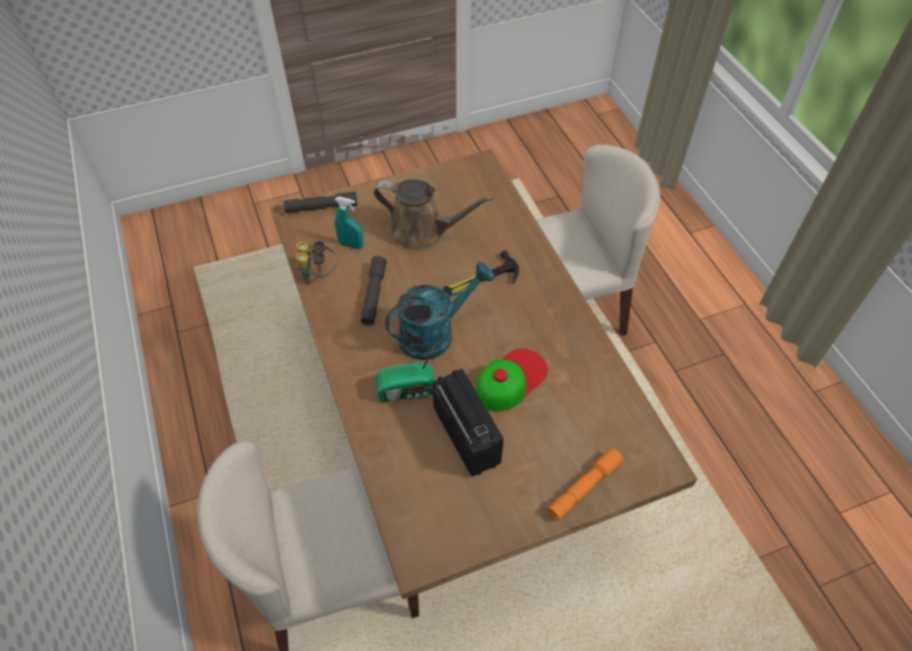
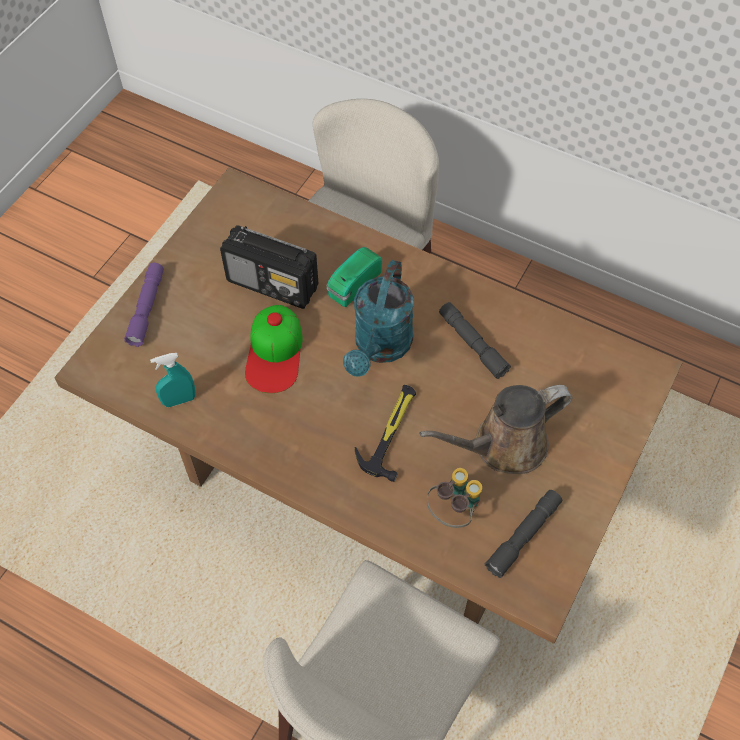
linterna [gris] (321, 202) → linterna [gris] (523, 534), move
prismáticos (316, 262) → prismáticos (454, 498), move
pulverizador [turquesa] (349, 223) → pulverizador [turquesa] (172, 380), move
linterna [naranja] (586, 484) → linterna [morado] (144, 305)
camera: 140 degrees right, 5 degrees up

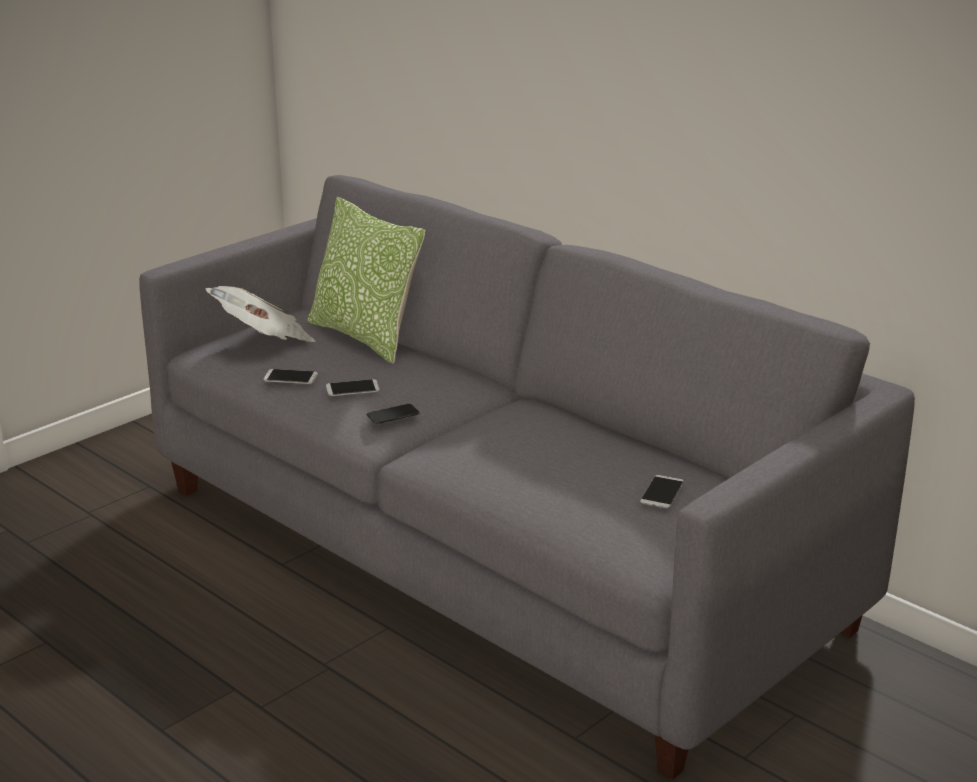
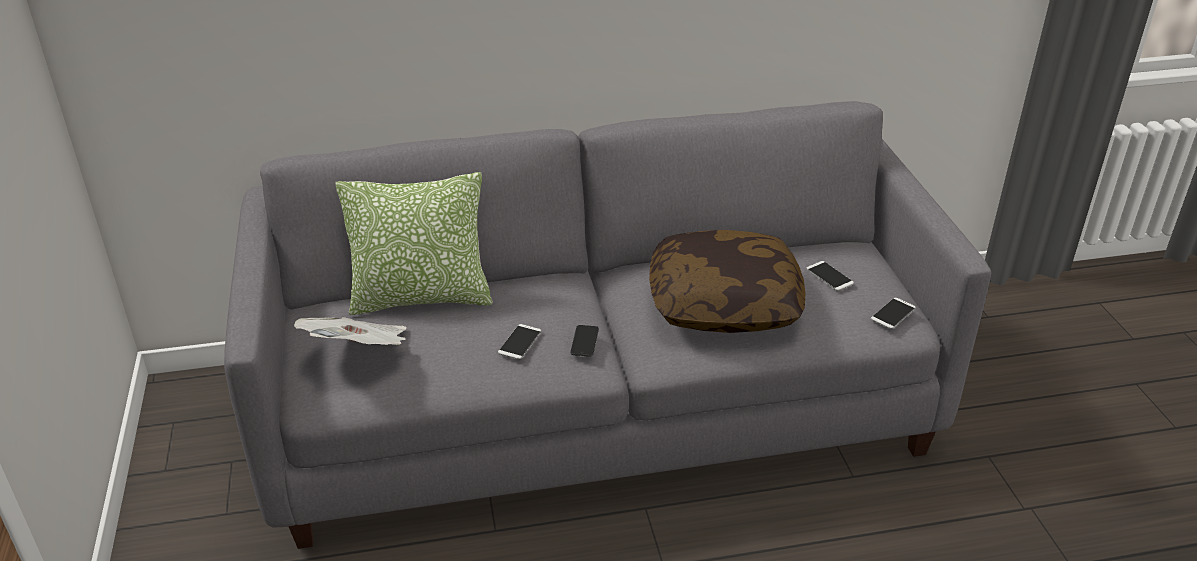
móvil (290, 376) → móvil (893, 313), move
- → cojín (727, 281)
camera: 55 degrees left, 10 degrees up

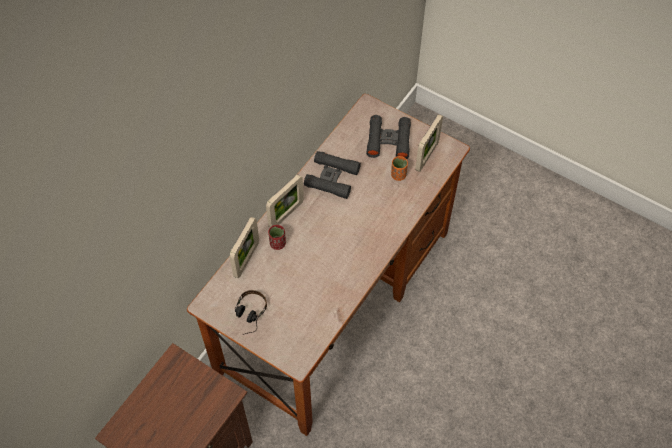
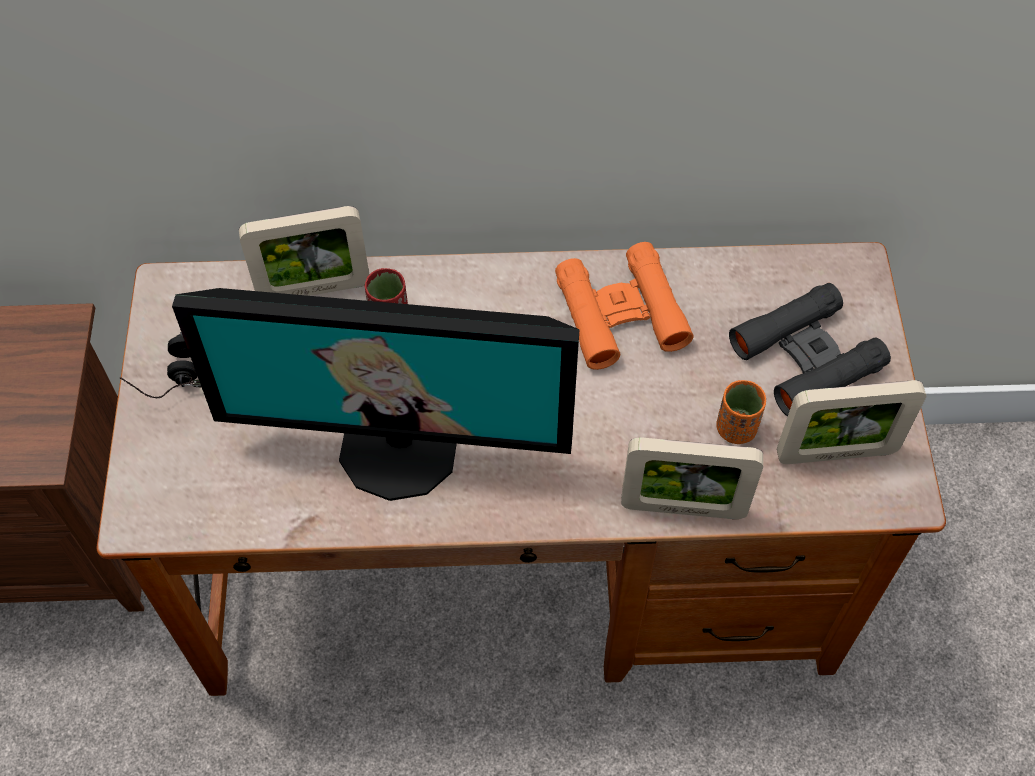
portarretratos (285, 200) → portarretratos (692, 478), move
prismáticos [negro] (332, 175) → prismáticos [naranja] (624, 306)
- → monitor (376, 394)
camera: 55 degrees right, 0 degrees up

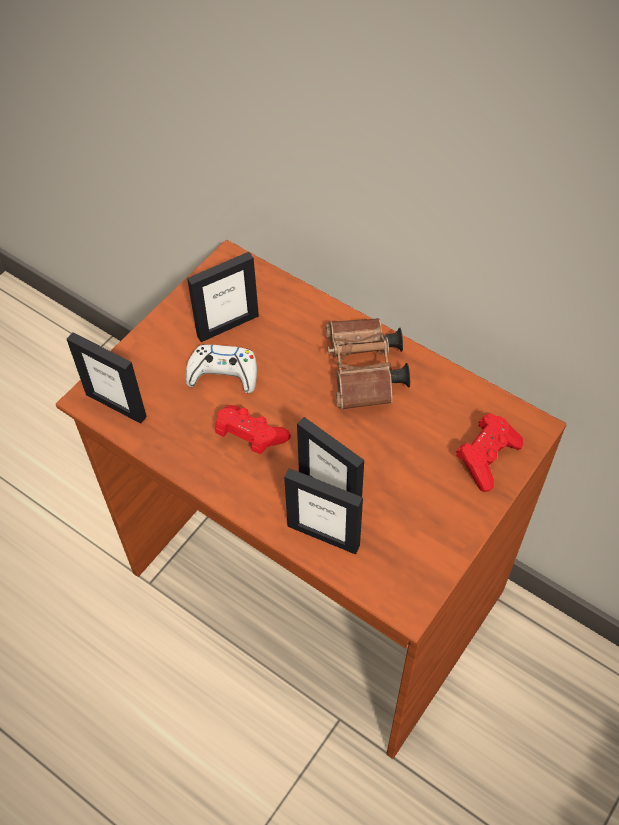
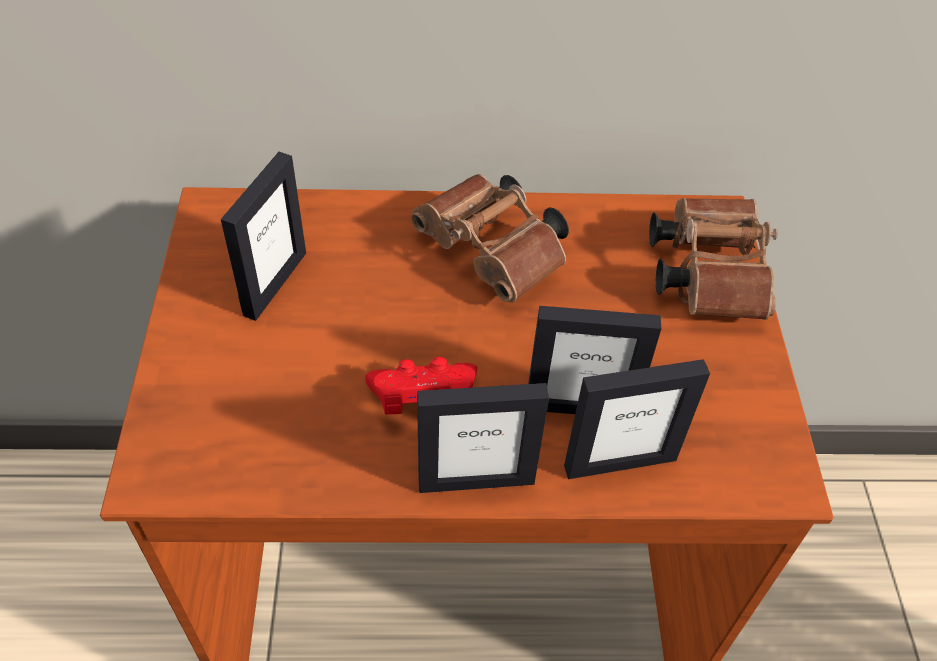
portarretratos (107, 378) → portarretratos (483, 438), move
mando de consola [blanco] (221, 368) → -
mando de consola [rojo] (489, 452) → prismáticos [marrón] (713, 259)
camera: 40 degrees left, 5 degrees down

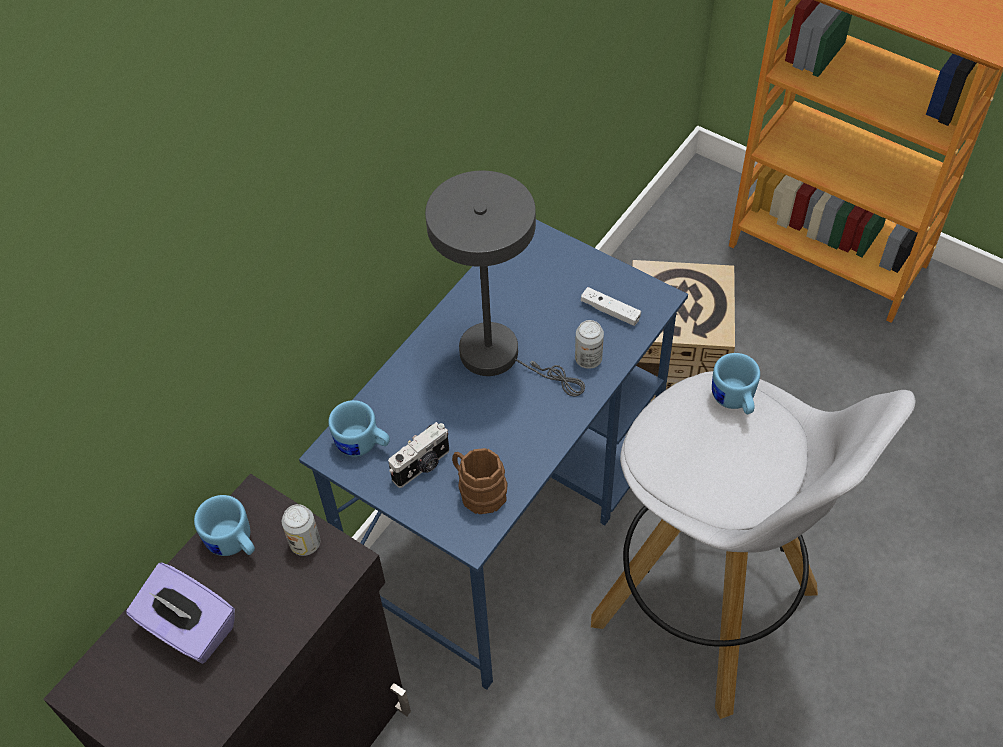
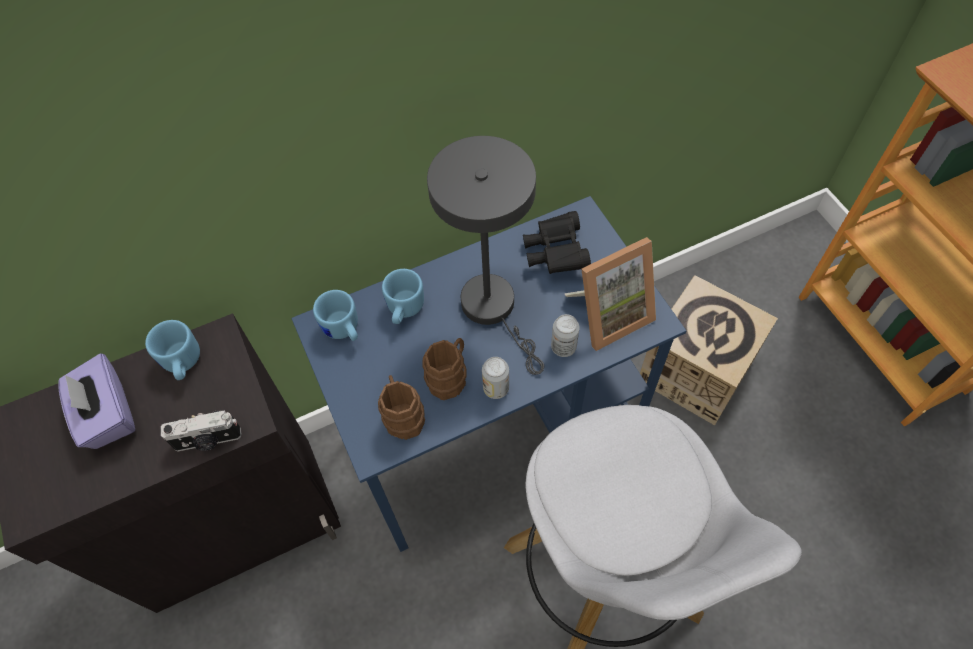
lata (301, 530) → lata (495, 378), move
cámara (418, 455) → cámara (201, 430), move
mando de consola [blanco] (611, 306) → portarretratos (610, 294)
taza grande [azul] (736, 383) → taza grande [azul] (403, 296), move
- → taza grande [marrón] (444, 369)
- → prismáticos [negro] (557, 242)
camera: 30 degrees right, 5 degrees up

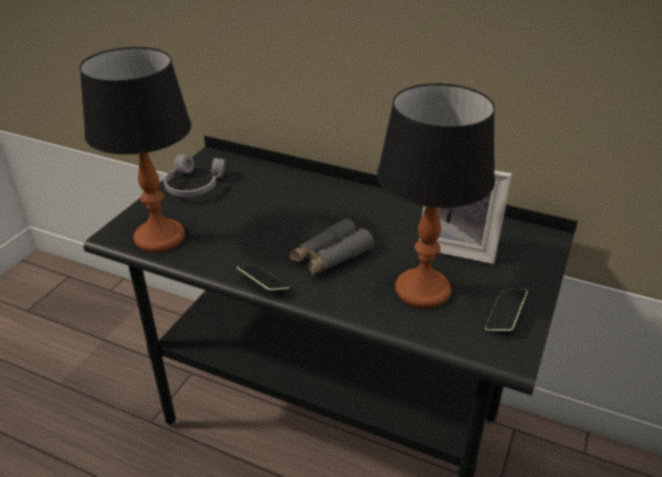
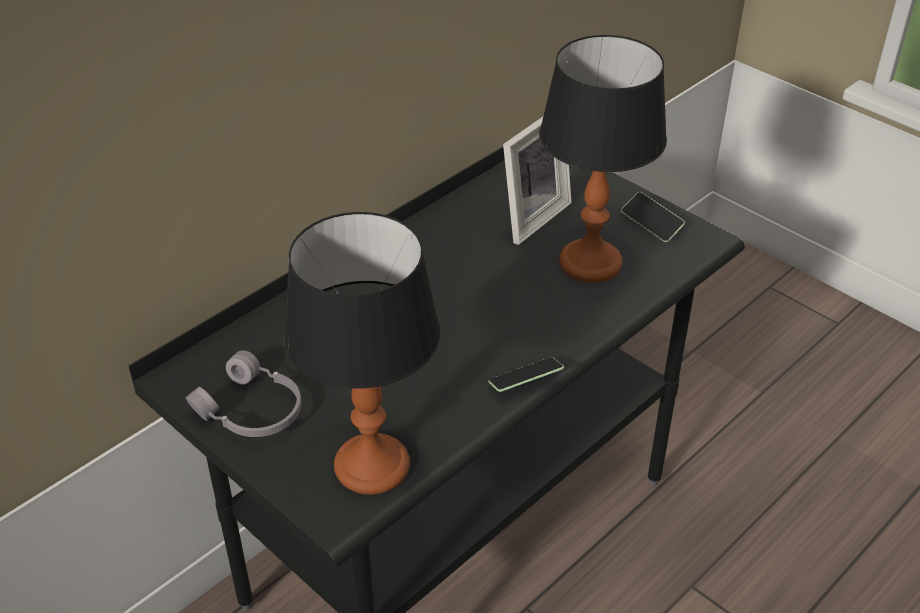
prismáticos [gris] (331, 247) → -
camera: 70 degrees left, 5 degrees up

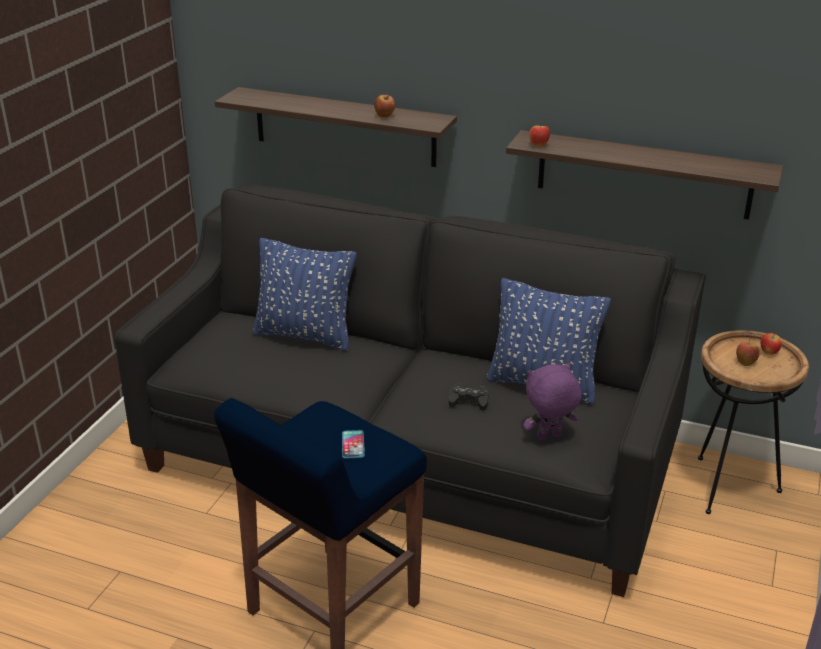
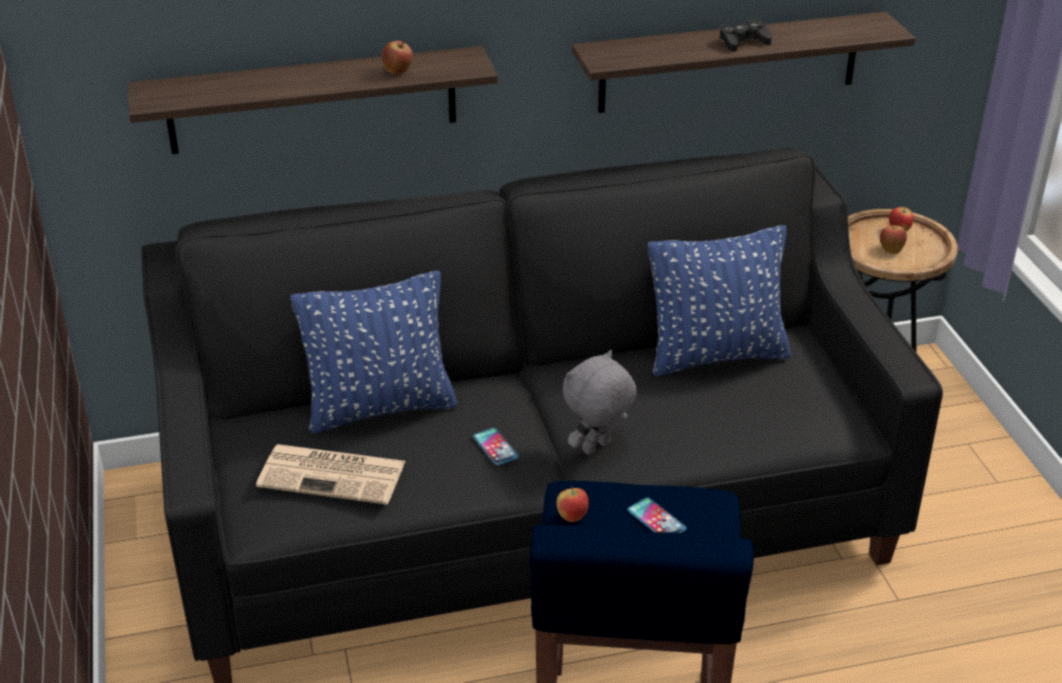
mando de consola [negro] (469, 397) → mando de consola [negro] (746, 36), move
peluche [morado] (552, 401) → -
manzana (539, 134) → manzana (572, 504), move
- → periódico (330, 474)
- → móvil (495, 446)
- → peluche [gris] (600, 402)
camera: 35 degrees left, 5 degrees up

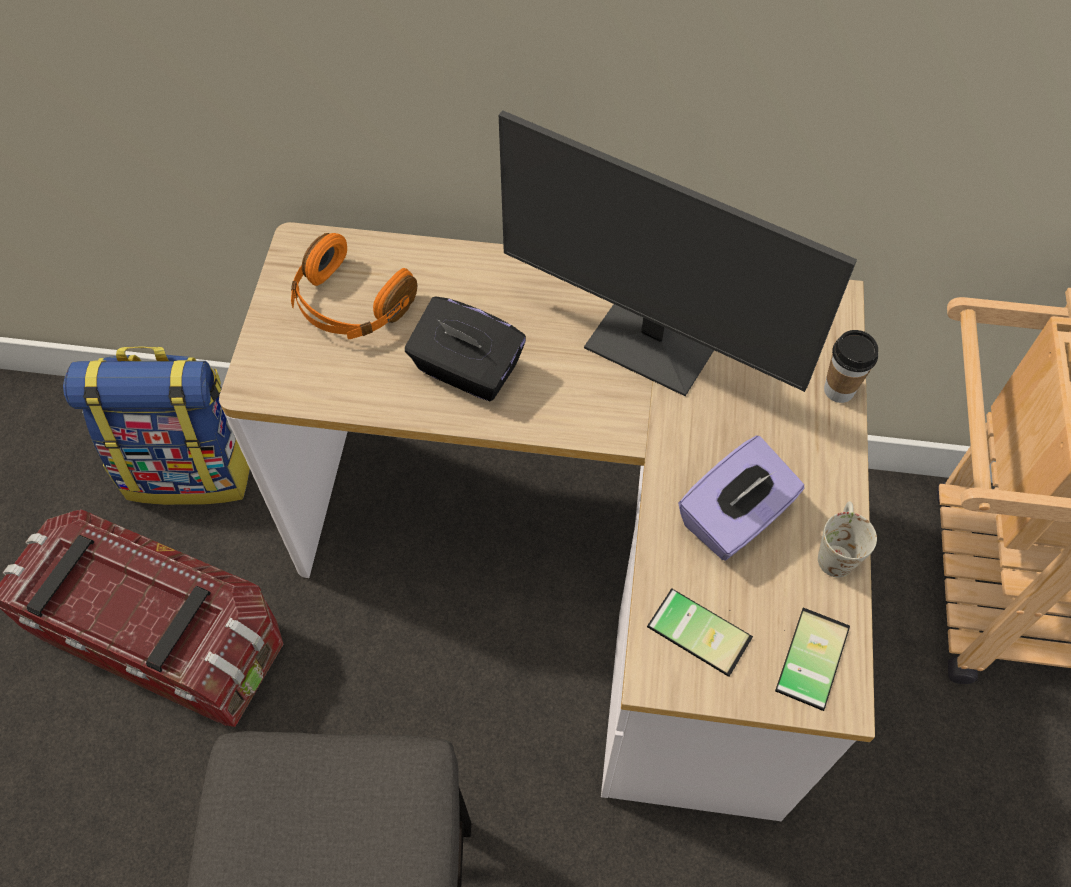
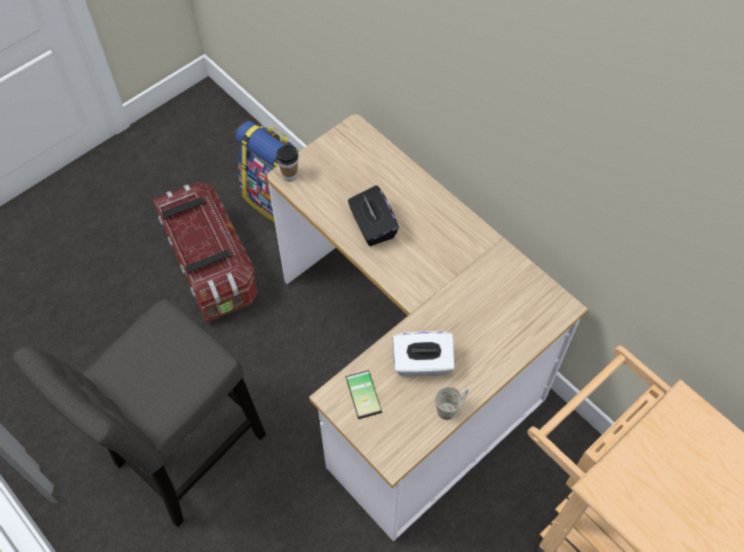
auriculares [naranja] (354, 286) → -
monitor (678, 253) → -
caja de pañuelos [morado] (741, 498) → caja de pañuelos [blanco] (423, 354)
móvil (812, 659) → -
taza (851, 366) → taza (287, 163), move
camera: 40 degrees right, 0 degrees up

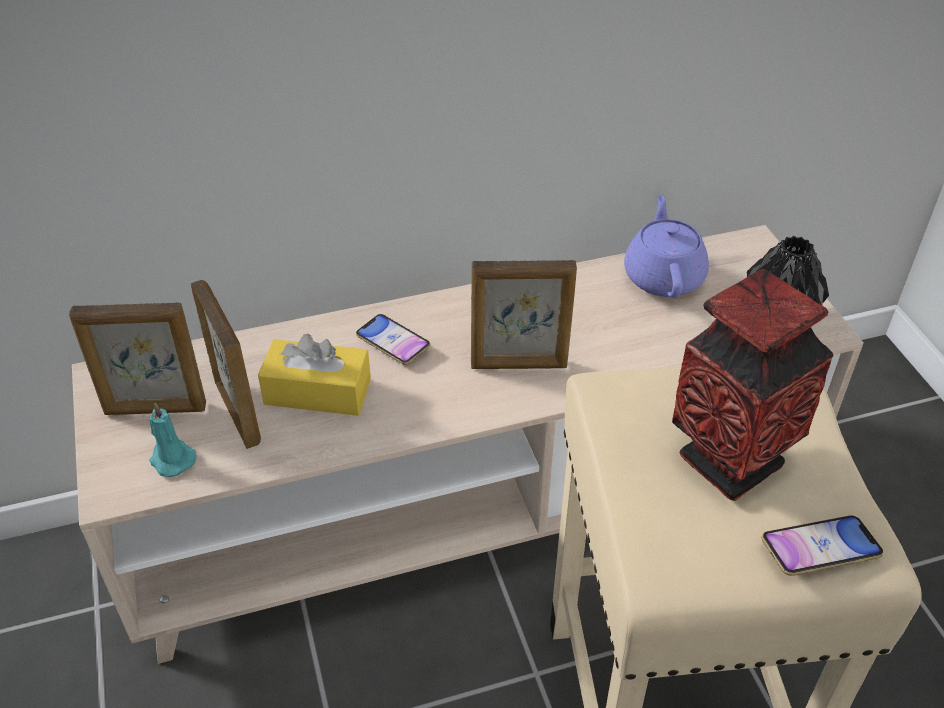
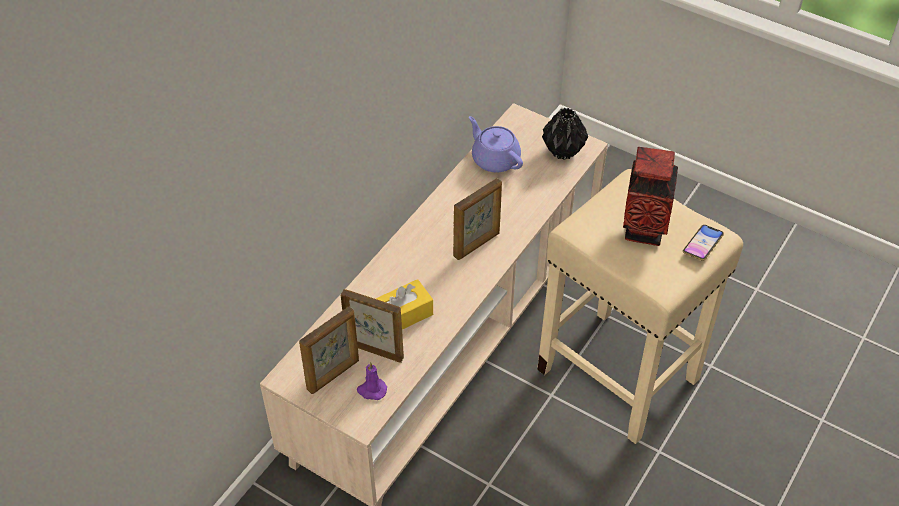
vela [turquesa] (172, 440) → vela [morado] (372, 381)
móvil (393, 339) → -
camera: 40 degrees left, 5 degrees up

